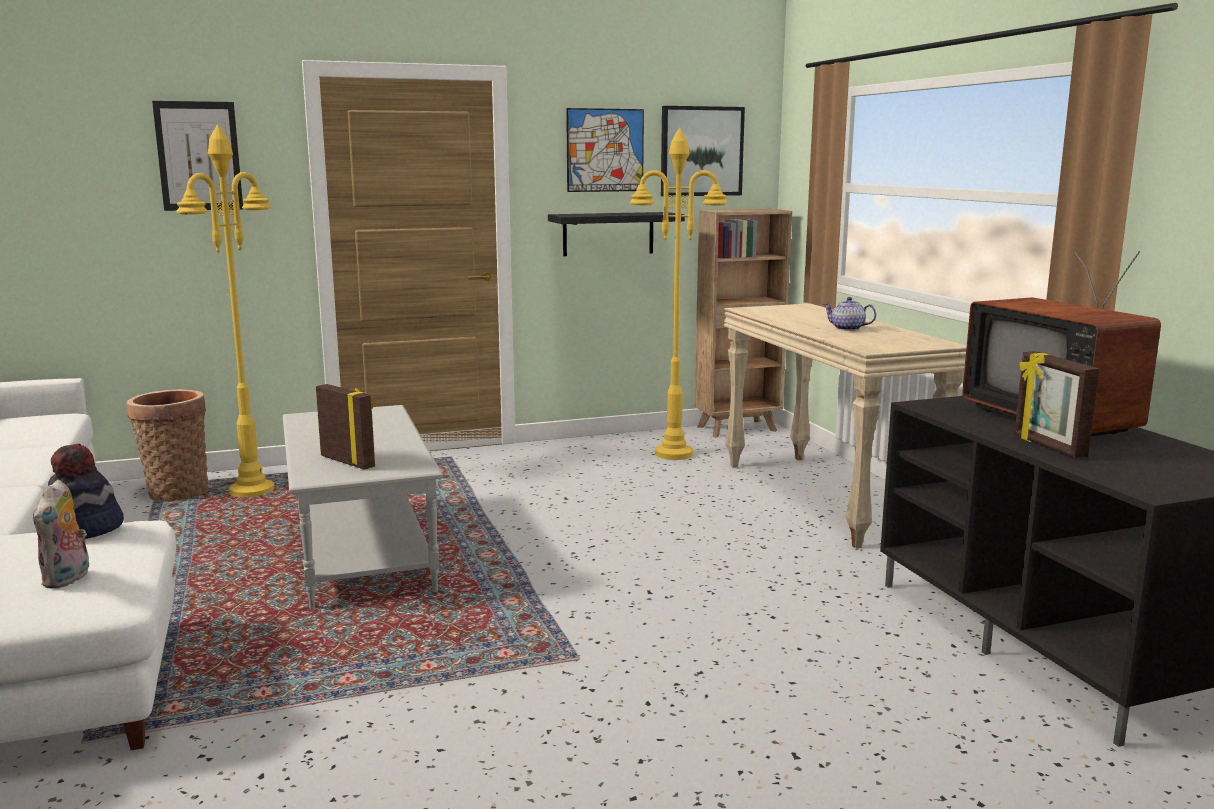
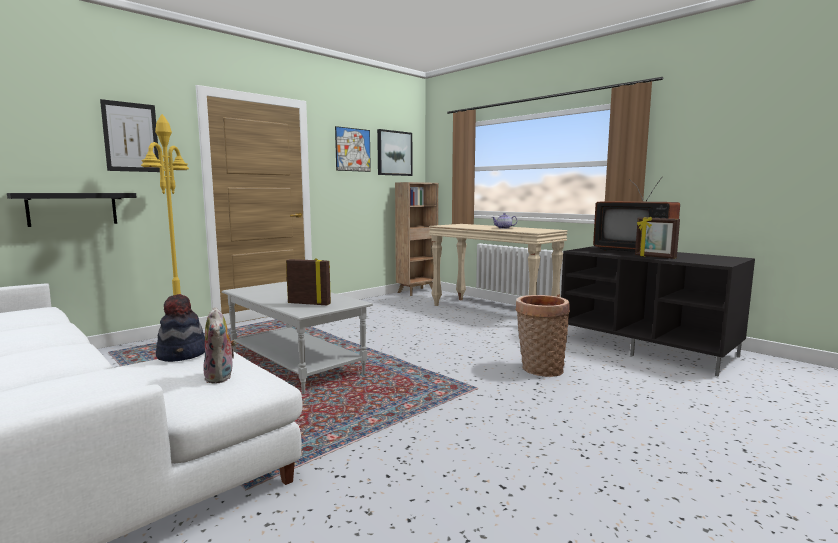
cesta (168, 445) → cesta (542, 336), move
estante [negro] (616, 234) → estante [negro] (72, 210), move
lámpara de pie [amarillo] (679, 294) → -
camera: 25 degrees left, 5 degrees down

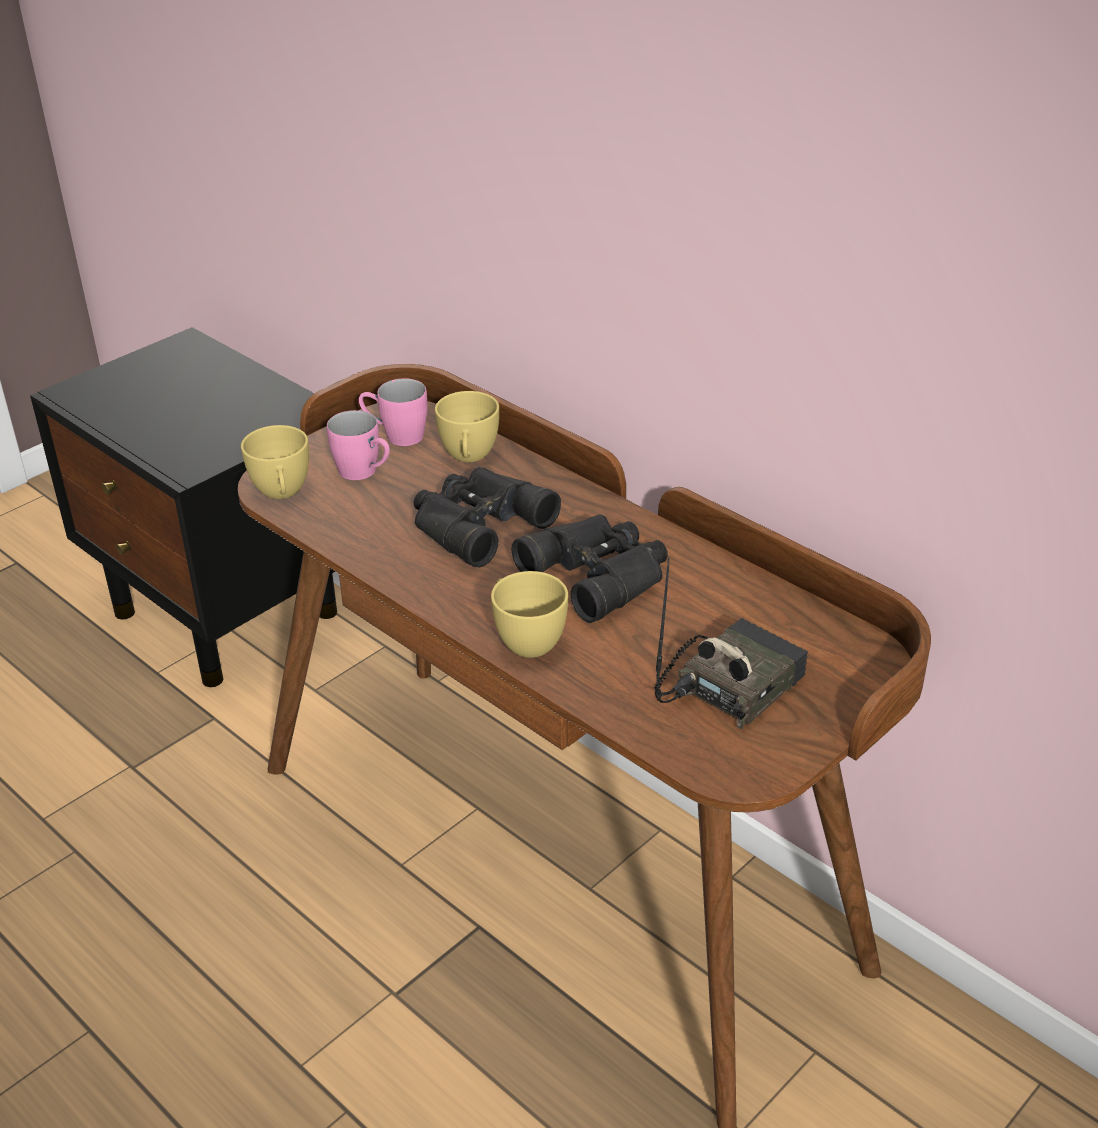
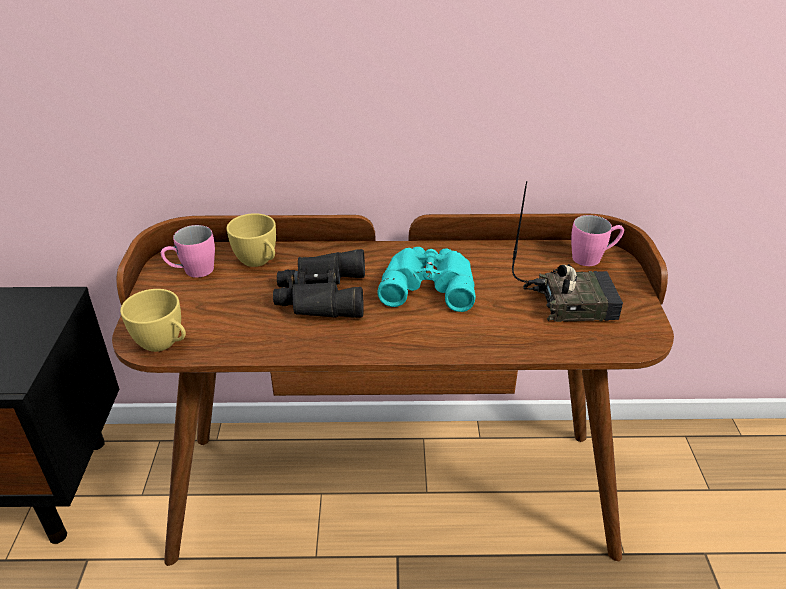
taza grande [rosa] (358, 445) → taza grande [rosa] (597, 240), move
taza [amarillo] (529, 614) → -
prismáticos [negro] (589, 568) → prismáticos [turquesa] (426, 279)
radio (731, 643) → radio (567, 251), 90 degrees clockwise
camera: 45 degrees left, 0 degrees up

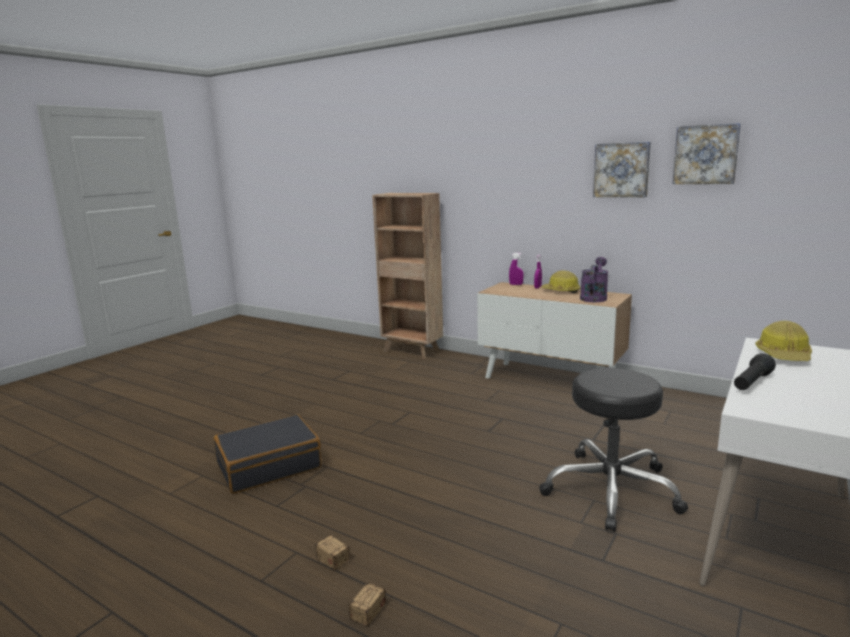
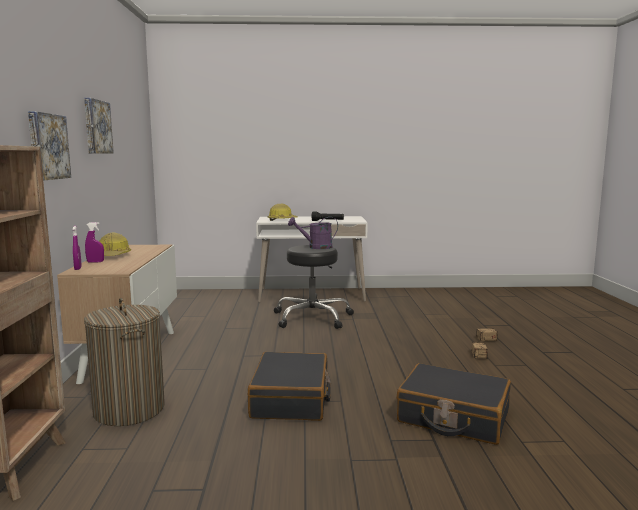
regadera [morado] (594, 279) → regadera [morado] (313, 233), move
cuadro (707, 153) → cuadro (49, 146), move
- → cesto de la ropa (124, 362)
- → maleta [negro] (289, 386)
camera: 125 degrees left, 5 degrees down

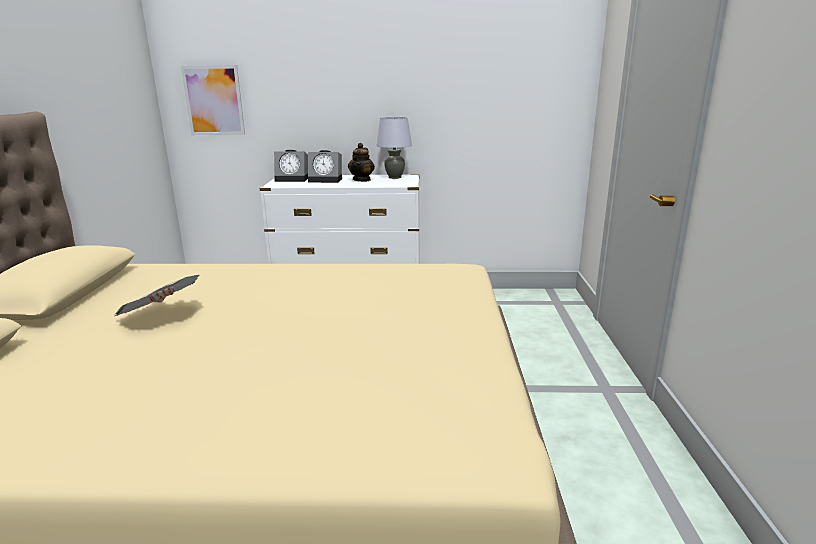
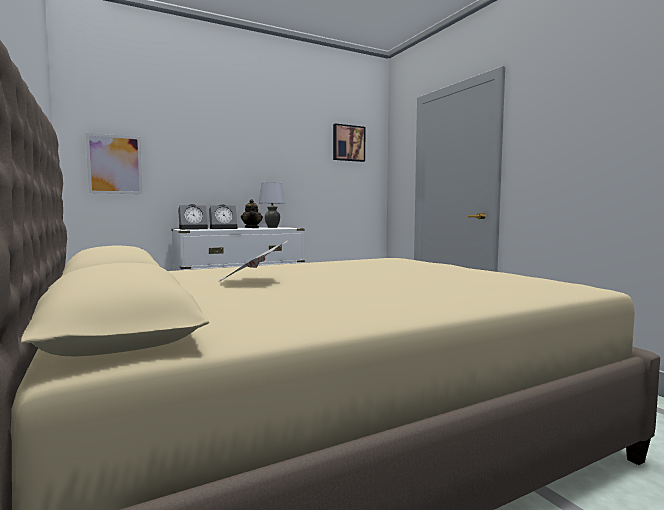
- → cuadro (349, 142)
camera: 30 degrees left, 15 degrees down

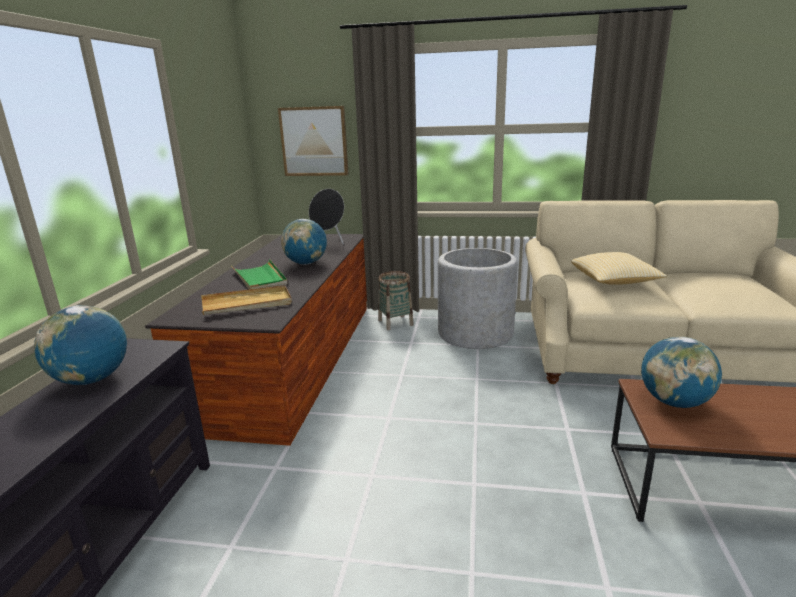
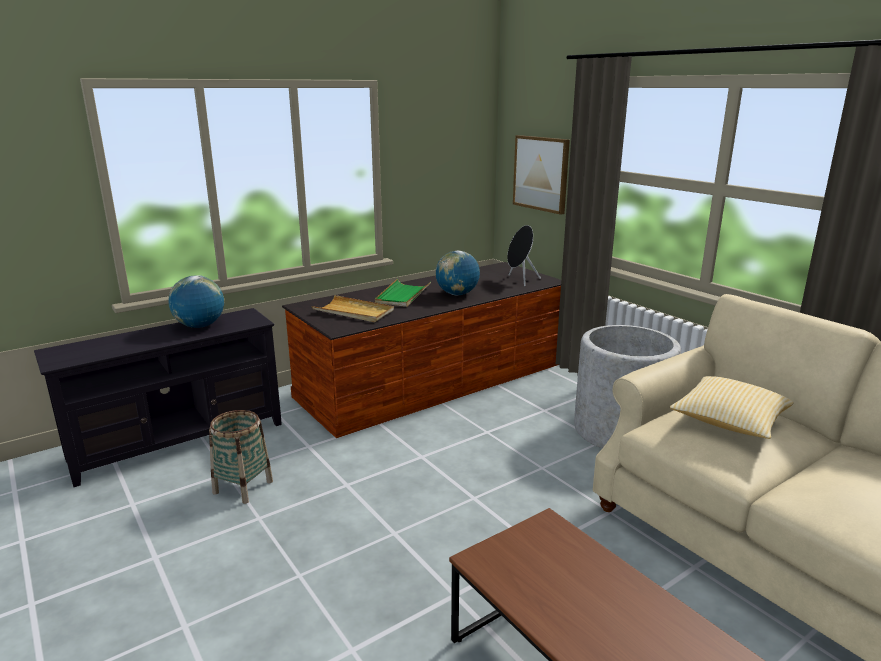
cesta (396, 300) → cesta (241, 457), move
globo terráqueo (681, 372) → -
camera: 45 degrees right, 0 degrees up

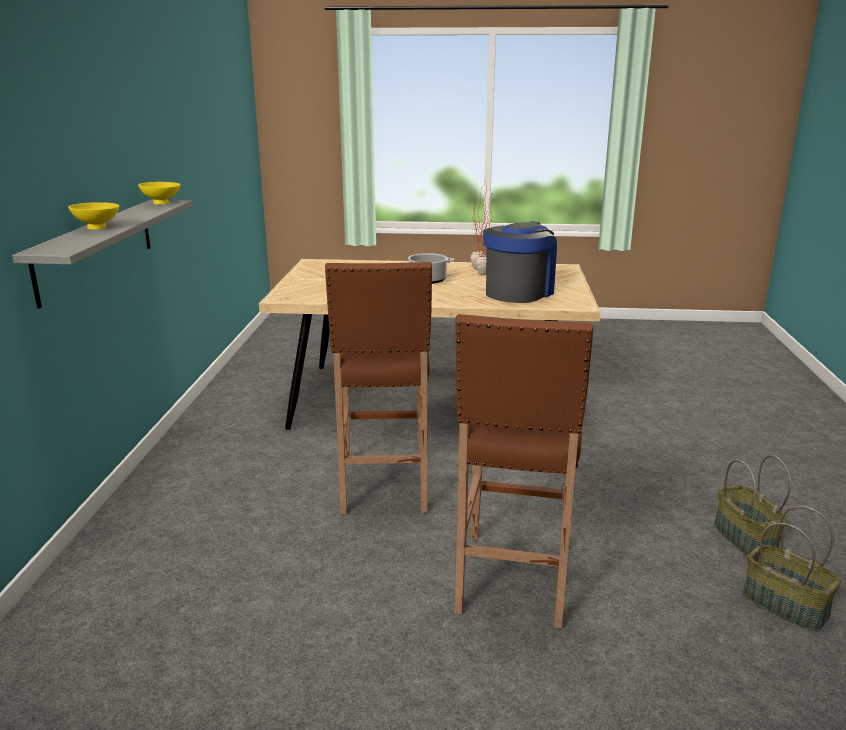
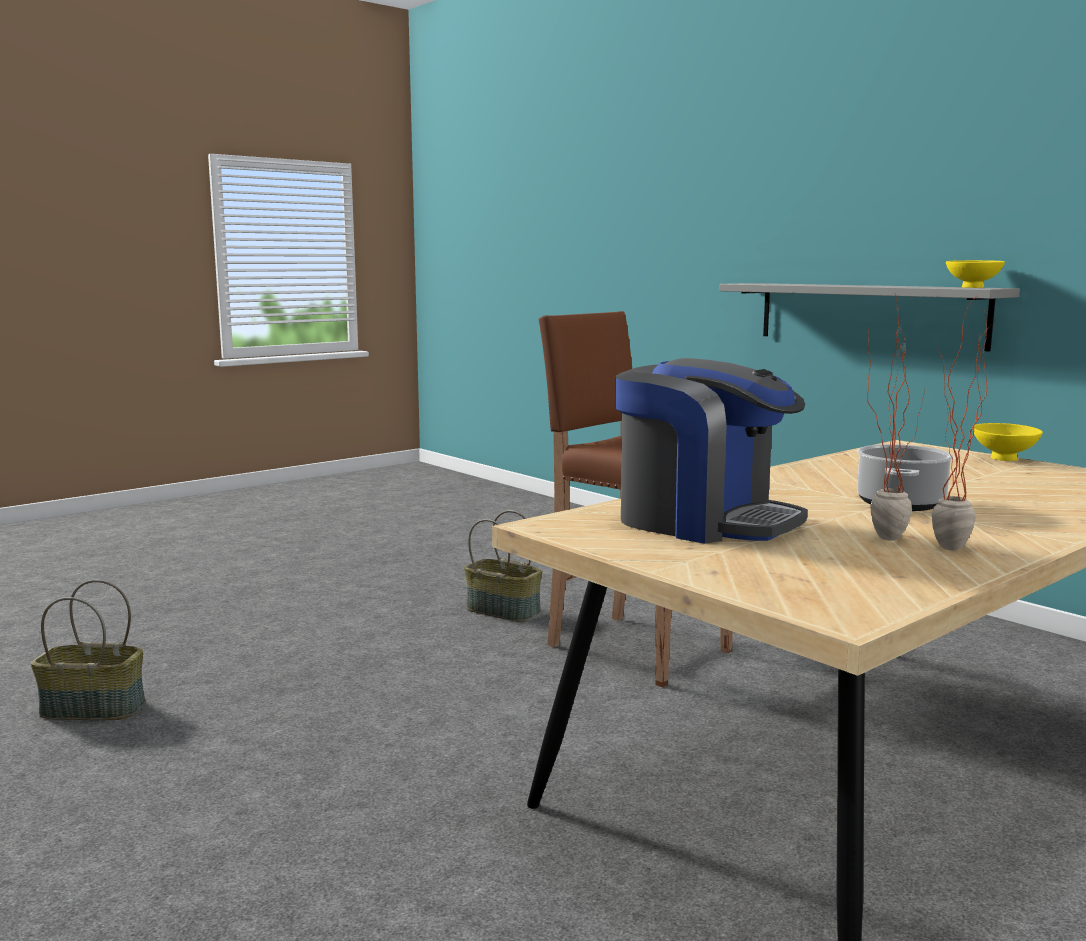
cuenco [amarillo] (93, 215) → cuenco [amarillo] (1008, 442), move
taburete [marrón] (523, 471) → -
cafetera (520, 262) → cafetera (711, 451), 45 degrees counterclockwise
cesta (752, 506) → cesta (503, 566), move
camera: 135 degrees right, 10 degrees down

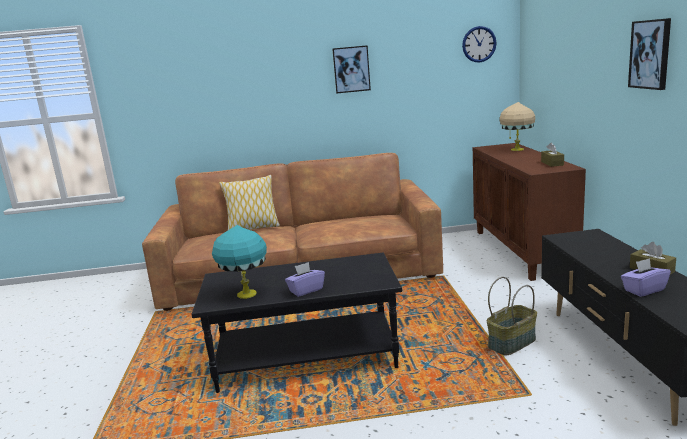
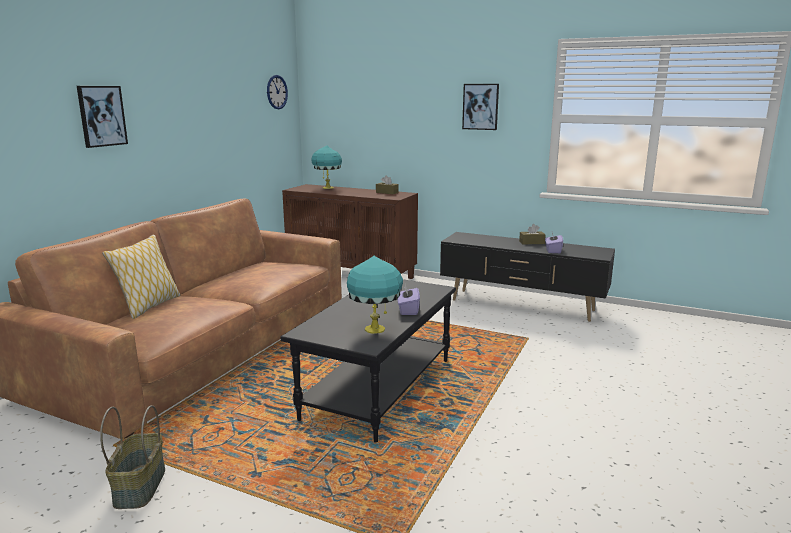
cuadro (351, 69) → cuadro (102, 117), move
cesta (512, 316) → cesta (132, 457), move
lámpara de mesa [beis] (517, 126) → lámpara de mesa [turquesa] (326, 167)
camera: 60 degrees left, 0 degrees up

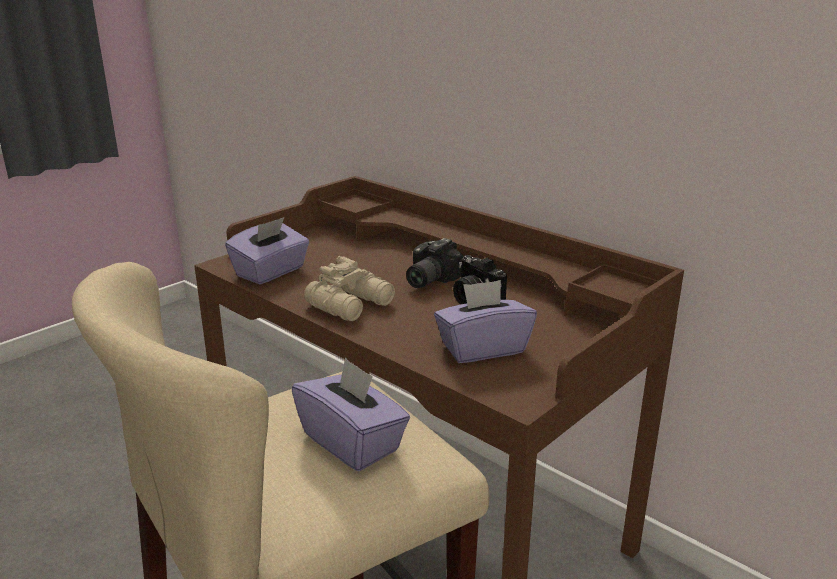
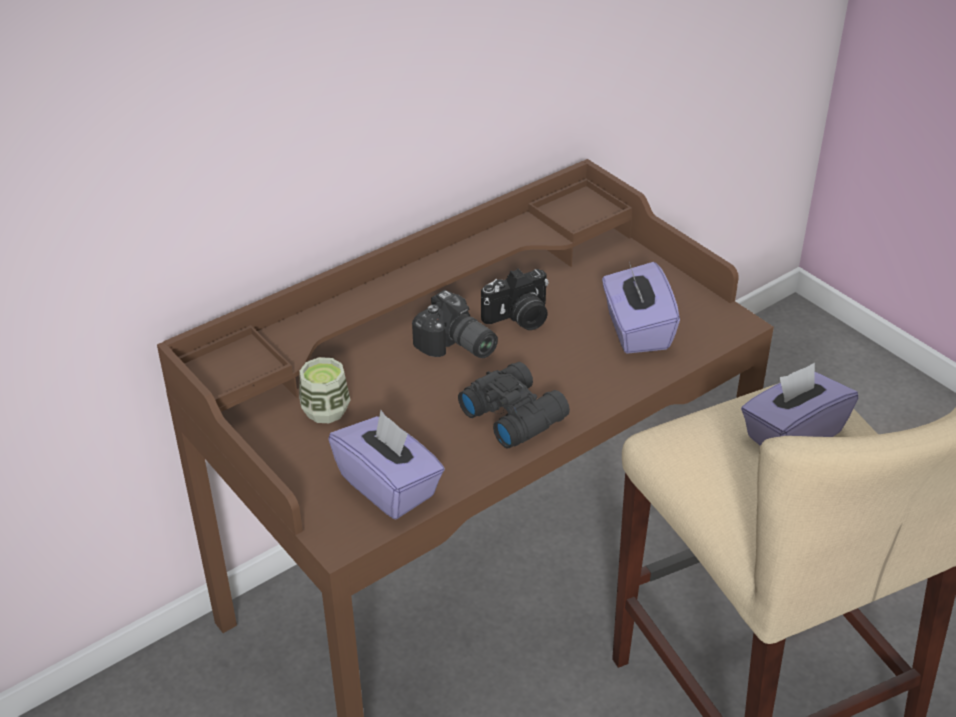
prismáticos [beis] (349, 288) → prismáticos [negro] (514, 405)
- → taza (324, 390)
camera: 80 degrees left, 15 degrees up

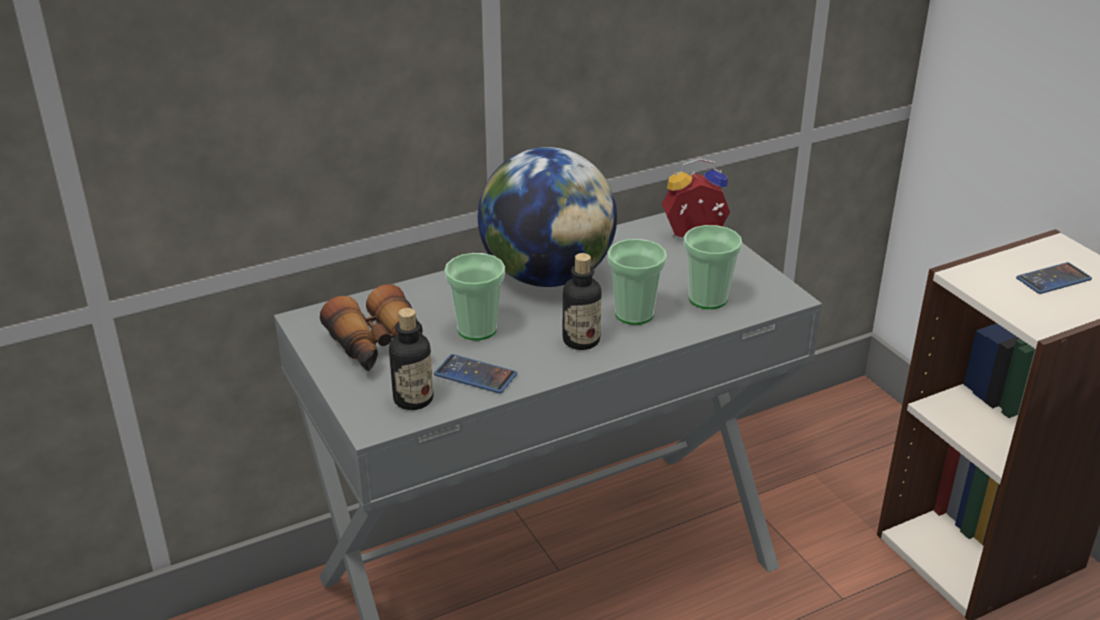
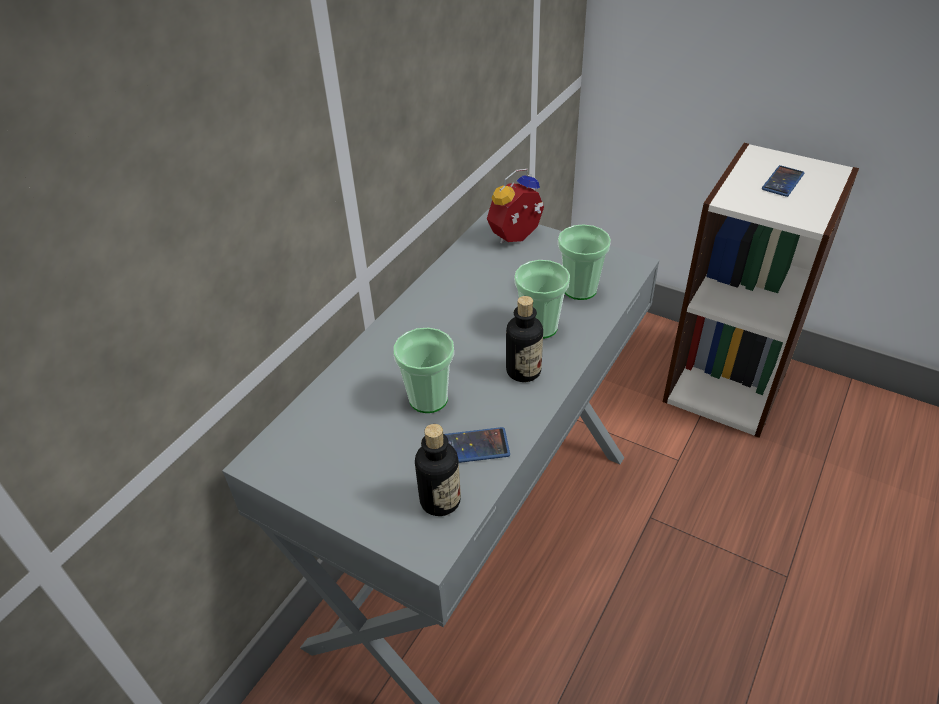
prismáticos (371, 327) → -
globo terráqueo (547, 217) → -
camera: 30 degrees left, 10 degrees up

